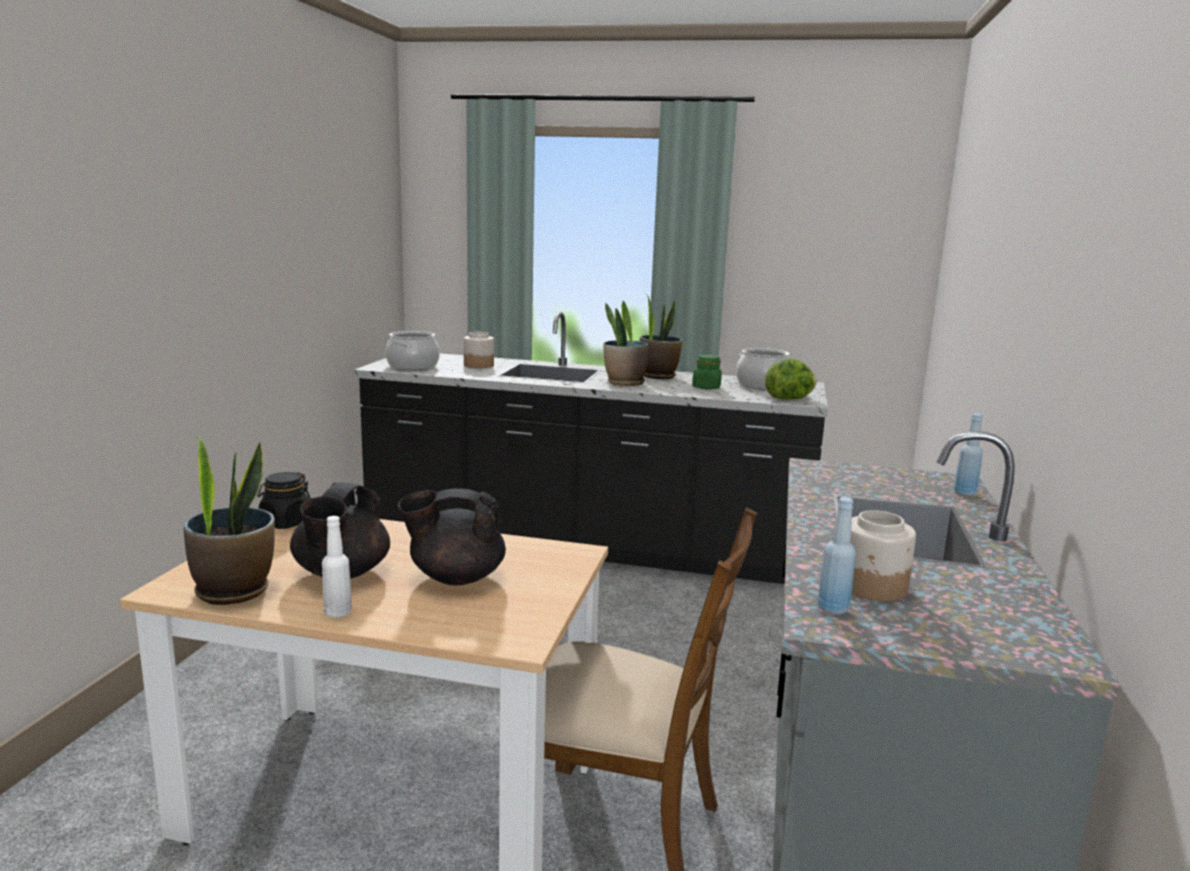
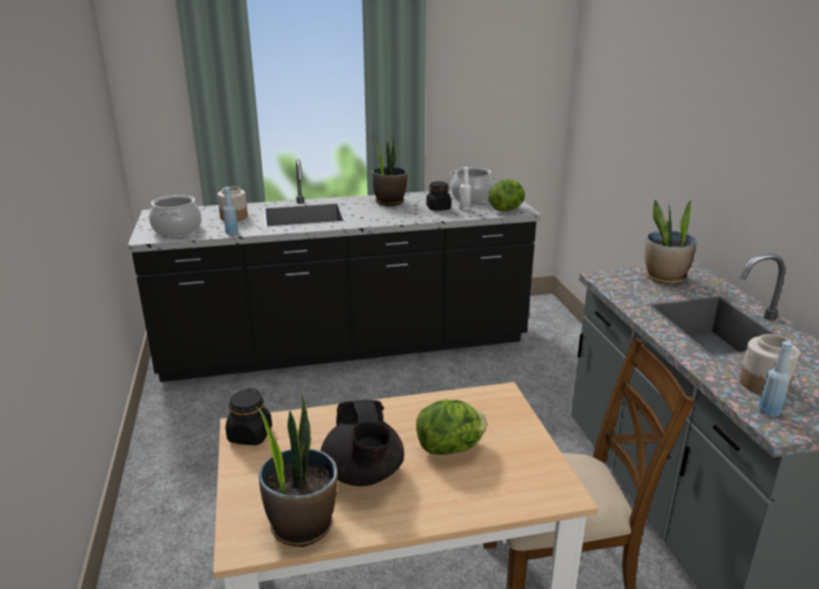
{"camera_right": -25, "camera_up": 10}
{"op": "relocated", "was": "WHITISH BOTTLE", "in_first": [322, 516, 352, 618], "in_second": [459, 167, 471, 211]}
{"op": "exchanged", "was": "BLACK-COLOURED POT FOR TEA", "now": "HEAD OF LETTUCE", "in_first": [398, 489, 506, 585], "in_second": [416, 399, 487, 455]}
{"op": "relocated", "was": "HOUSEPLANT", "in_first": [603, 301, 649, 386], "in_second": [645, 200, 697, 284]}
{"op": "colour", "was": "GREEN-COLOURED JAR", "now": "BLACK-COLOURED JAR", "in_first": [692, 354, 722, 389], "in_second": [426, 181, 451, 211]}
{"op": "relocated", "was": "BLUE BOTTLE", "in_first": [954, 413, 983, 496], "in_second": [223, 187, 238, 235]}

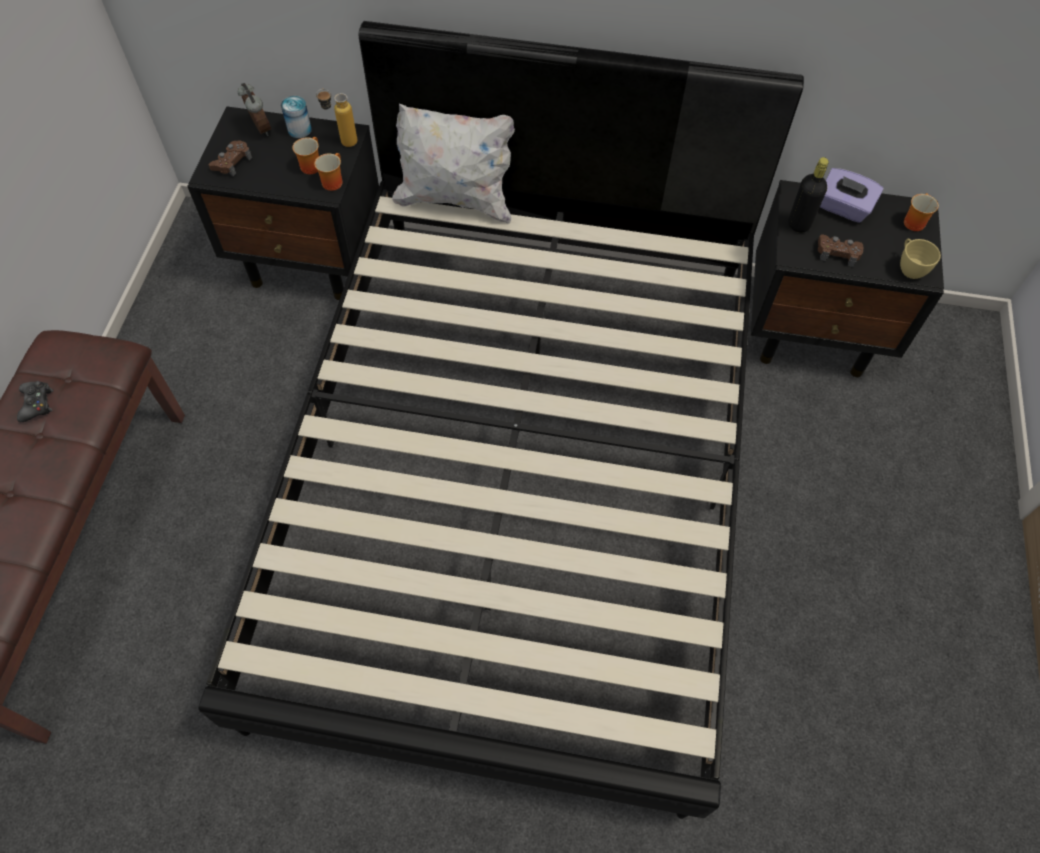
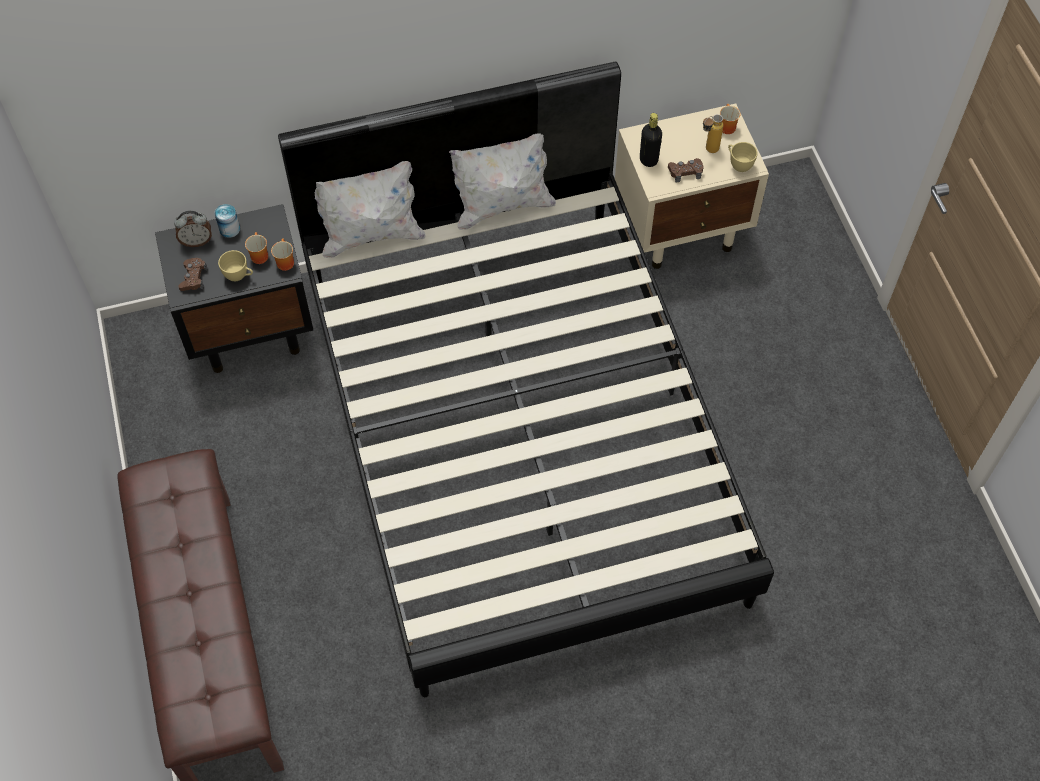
{"camera_right": -25, "camera_up": 0}
{"op": "missing", "was": "BLACK-COLOURED JOYPAD", "in_first": [17, 381, 53, 422]}
{"op": "spun", "was": "BEDSIDE CLOCK", "in_first": [238, 83, 271, 136], "in_second": [174, 211, 212, 247], "clockwise": 135}
{"op": "relocated", "was": "BOTTLE", "in_first": [316, 89, 357, 147], "in_second": [703, 114, 724, 153]}
{"op": "colour", "was": "BLACK-COLOURED BEDSIDE TABLE", "now": "SAND-COLOURED BEDSIDE TABLE", "in_first": [751, 180, 944, 377], "in_second": [615, 104, 769, 269]}
{"op": "missing", "was": "PURPLE-COLOURED TISSUE BOX", "in_first": [820, 168, 884, 223]}
{"op": "appeared", "now": "YELLOW SMALL CUP", "in_second": [218, 250, 253, 281]}
{"op": "appeared", "now": "WHITISH THROW PILLOW", "in_second": [449, 133, 556, 230]}

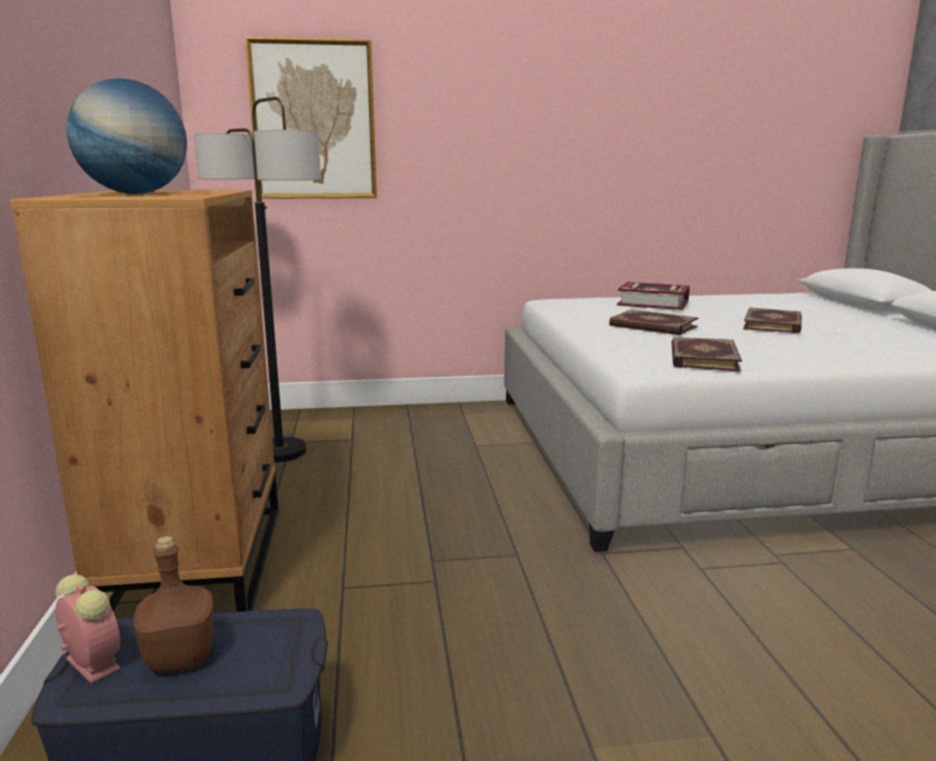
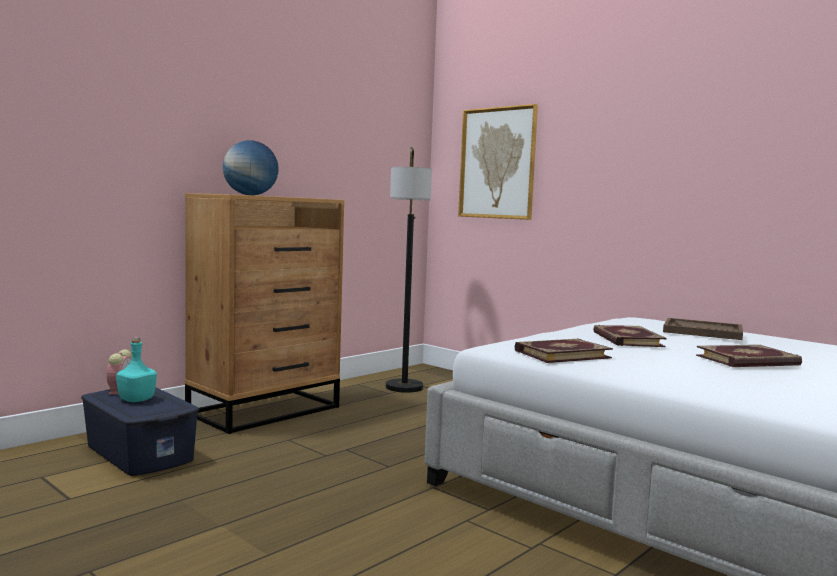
{"camera_right": 50, "camera_up": -10}
{"op": "colour", "was": "BROWNISH BOTTLE", "now": "BLUE-GREEN BOTTLE", "in_first": [133, 536, 214, 673], "in_second": [116, 337, 157, 402]}
{"op": "exchanged", "was": "VOLUME", "now": "BROWNISH SERVING TRAY", "in_first": [617, 282, 690, 310], "in_second": [663, 318, 743, 340]}

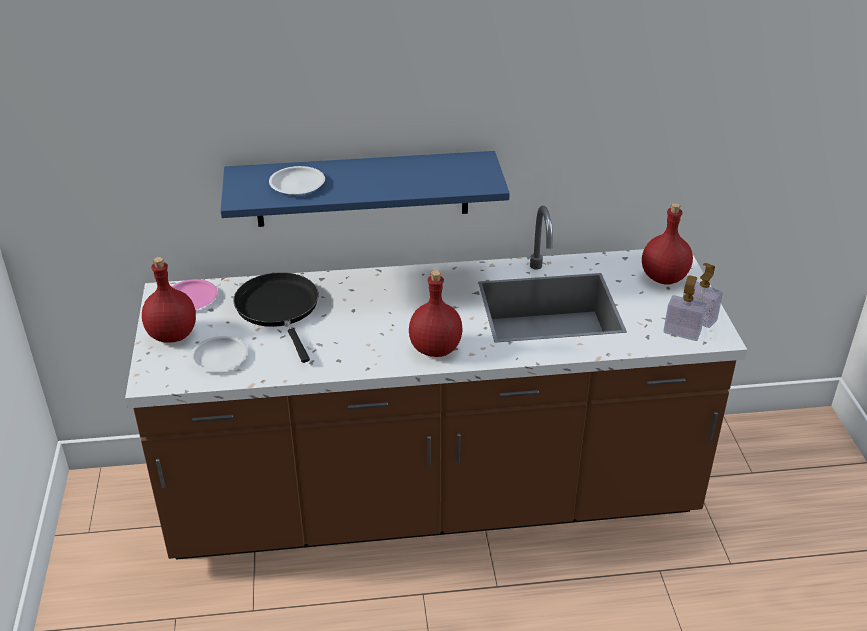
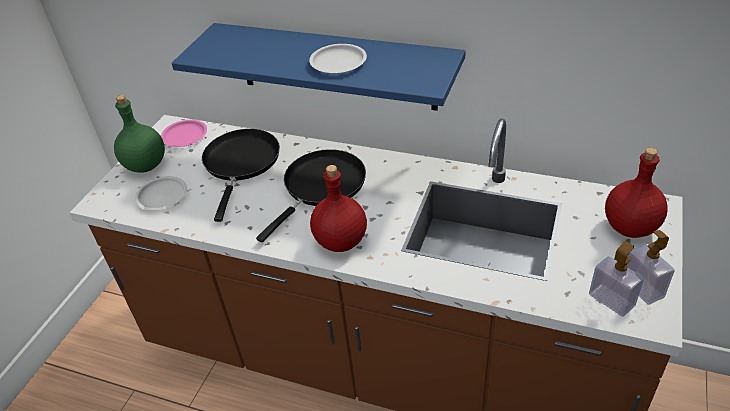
{"camera_right": 30, "camera_up": 5}
{"op": "colour", "was": "REDDISH BOTTLE", "now": "GREEN-COLOURED BOTTLE", "in_first": [142, 257, 196, 343], "in_second": [114, 95, 165, 173]}
{"op": "relocated", "was": "WHITISH DINNER PLATE", "in_first": [269, 166, 325, 195], "in_second": [309, 44, 367, 74]}
{"op": "appeared", "now": "BLACK-COLOURED FRYING PAN", "in_second": [256, 149, 366, 242]}

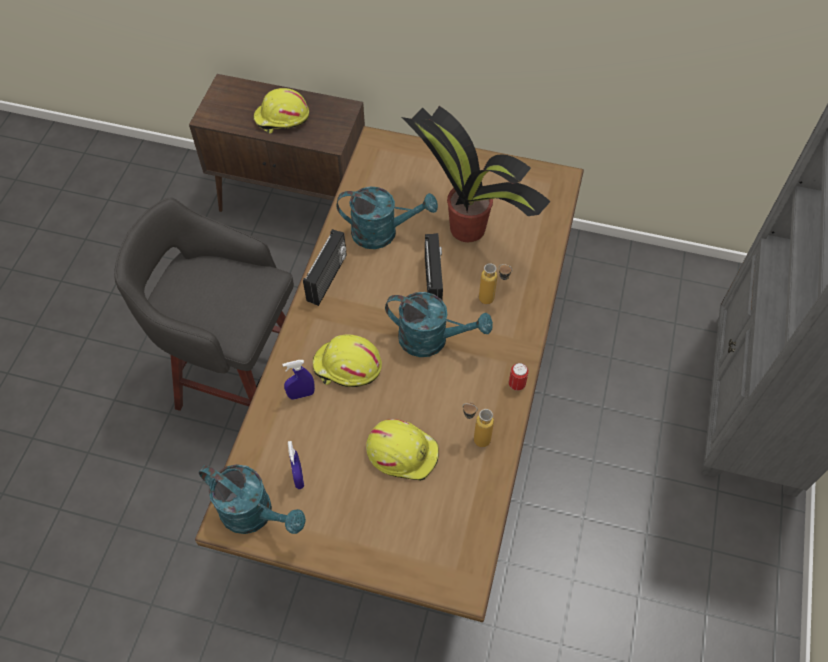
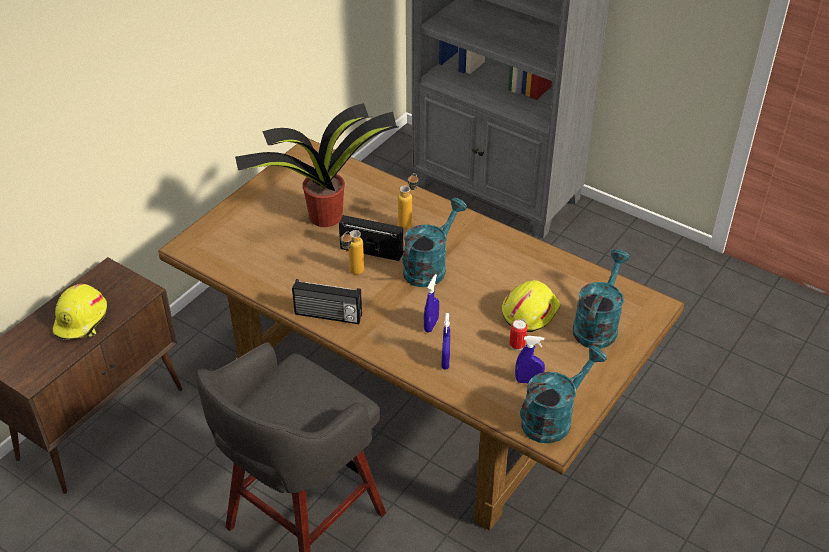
{"camera_right": -70, "camera_up": -15}
{"op": "spun", "was": "RADIO", "in_first": [303, 229, 347, 306], "in_second": [292, 279, 362, 324], "clockwise": 150}
{"op": "exchanged", "was": "YELLOW SAFETY HELMET", "now": "BLUE SPRAY BOTTLE", "in_first": [313, 334, 382, 387], "in_second": [424, 274, 439, 333]}
{"op": "relocated", "was": "BLUE-GREEN WATERING POT", "in_first": [337, 186, 438, 249], "in_second": [573, 249, 630, 349]}
{"op": "relocated", "was": "BOTTLE", "in_first": [463, 402, 494, 447], "in_second": [340, 230, 364, 275]}
{"op": "relocated", "was": "SEALED CAN", "in_first": [509, 363, 529, 391], "in_second": [510, 319, 528, 350]}

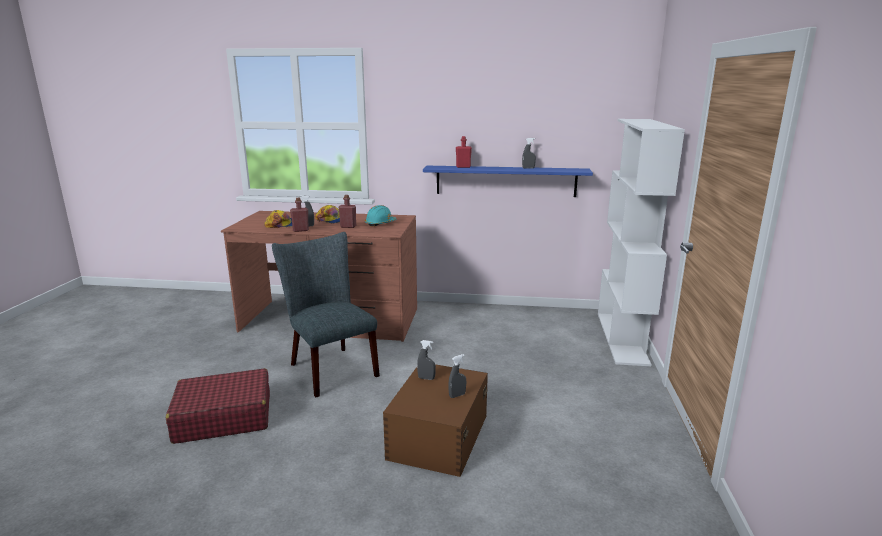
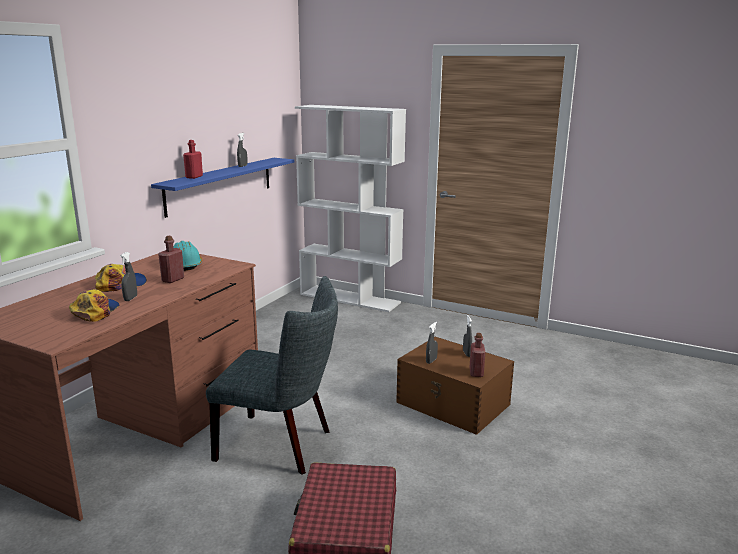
{"camera_right": -70, "camera_up": 0}
{"op": "spun", "was": "GREY CHAIR", "in_first": [272, 232, 380, 397], "in_second": [206, 276, 338, 475], "clockwise": -150}
{"op": "relocated", "was": "REDDISH BOTTLE", "in_first": [290, 198, 309, 232], "in_second": [469, 333, 485, 377]}

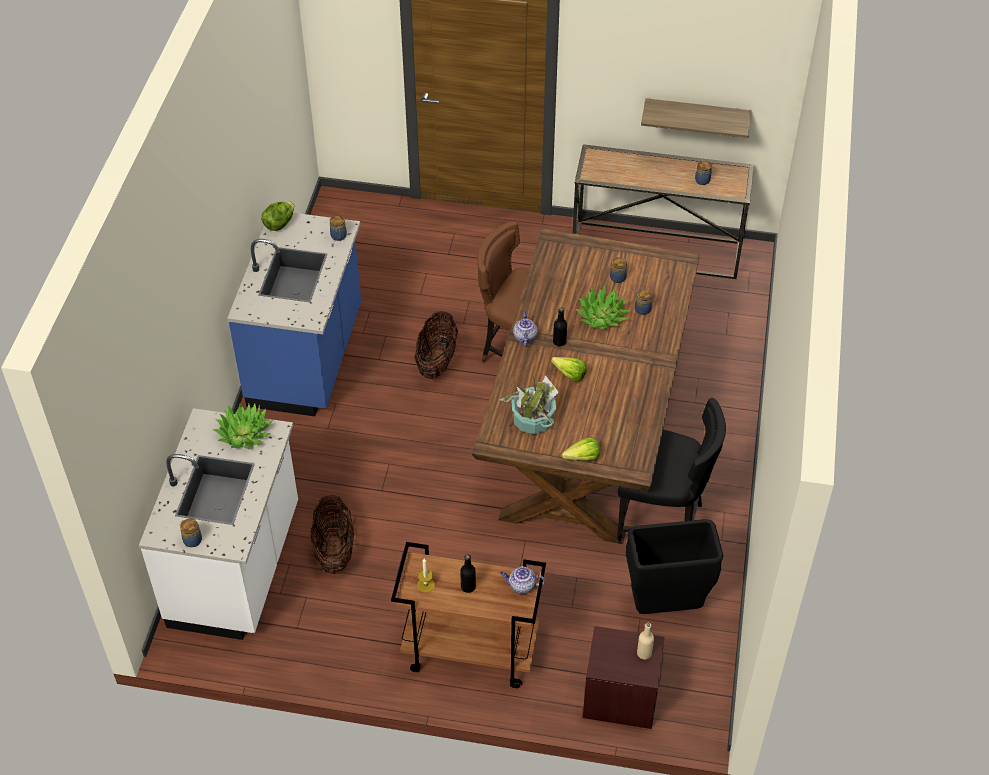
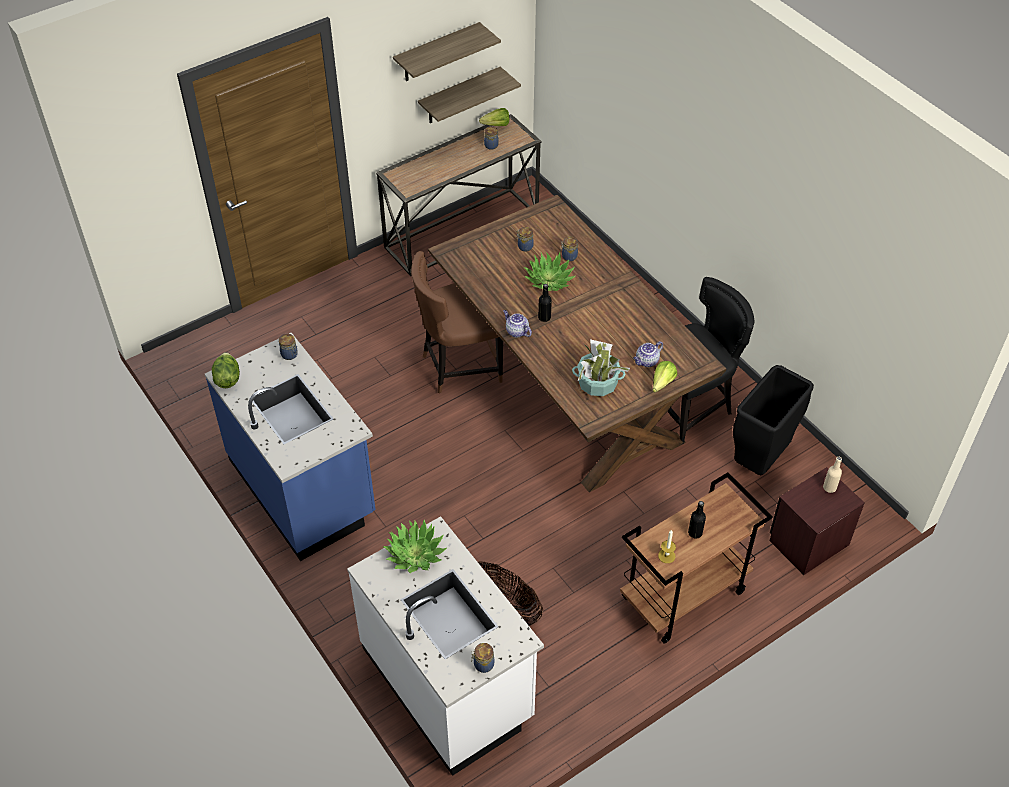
{"camera_right": -45, "camera_up": 0}
{"op": "missing", "was": "STORAGE BASKET", "in_first": [414, 311, 458, 379]}
{"op": "relocated", "was": "POT FOR TEA", "in_first": [500, 567, 545, 594], "in_second": [633, 341, 663, 367]}
{"op": "relocated", "was": "HEAD OF LETTUCE", "in_first": [551, 357, 587, 382], "in_second": [479, 108, 509, 126]}
{"op": "appeared", "now": "BRACKET SHELF", "in_second": [393, 22, 501, 81]}

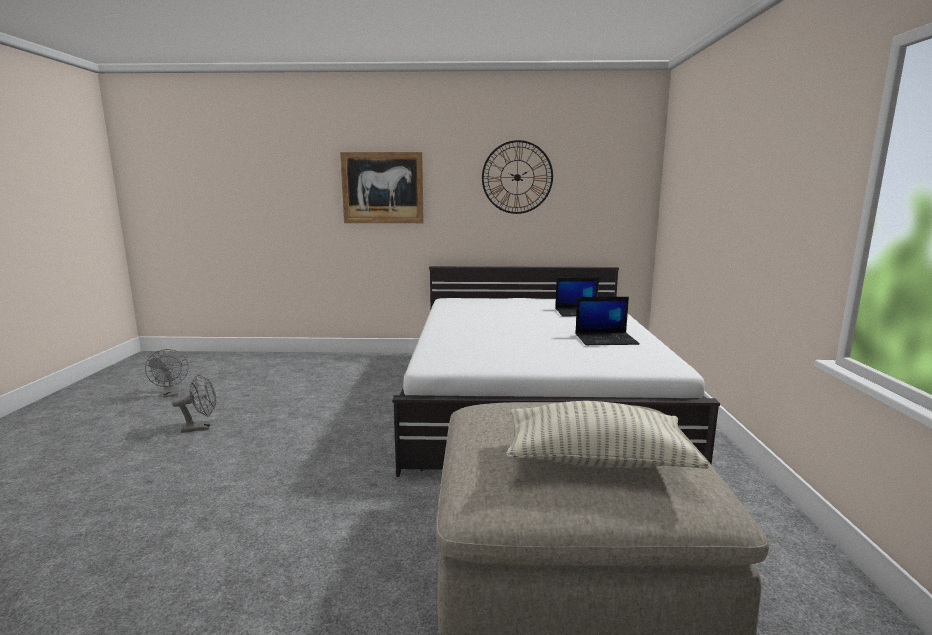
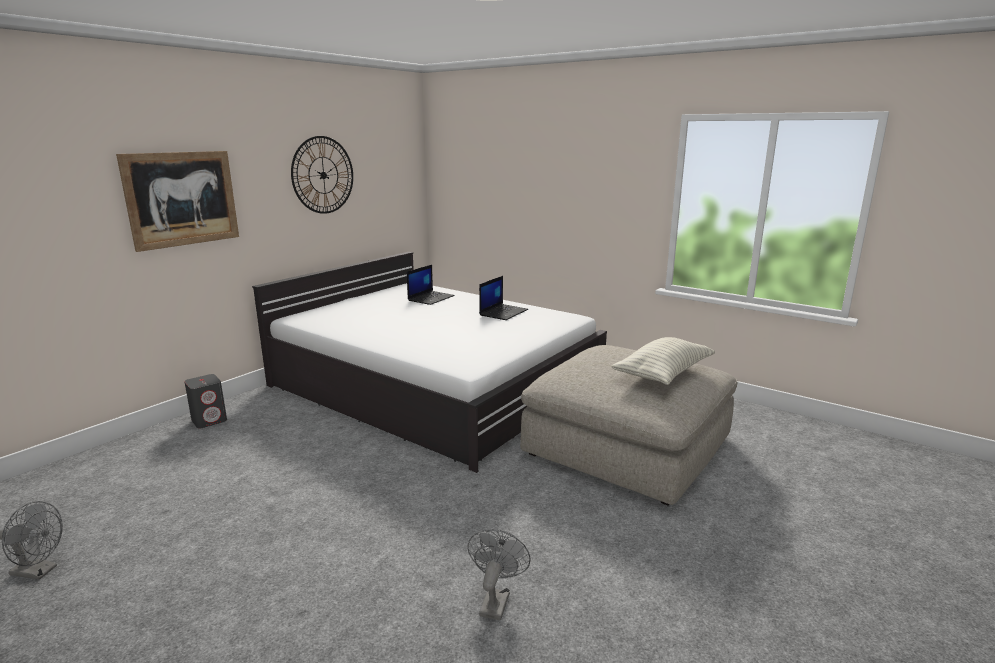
{"camera_right": -55, "camera_up": 5}
{"op": "relocated", "was": "GREY COOLING FAN", "in_first": [171, 374, 216, 433], "in_second": [468, 529, 531, 620]}
{"op": "appeared", "now": "GREY AUDIO SPEAKER", "in_second": [184, 374, 227, 429]}

